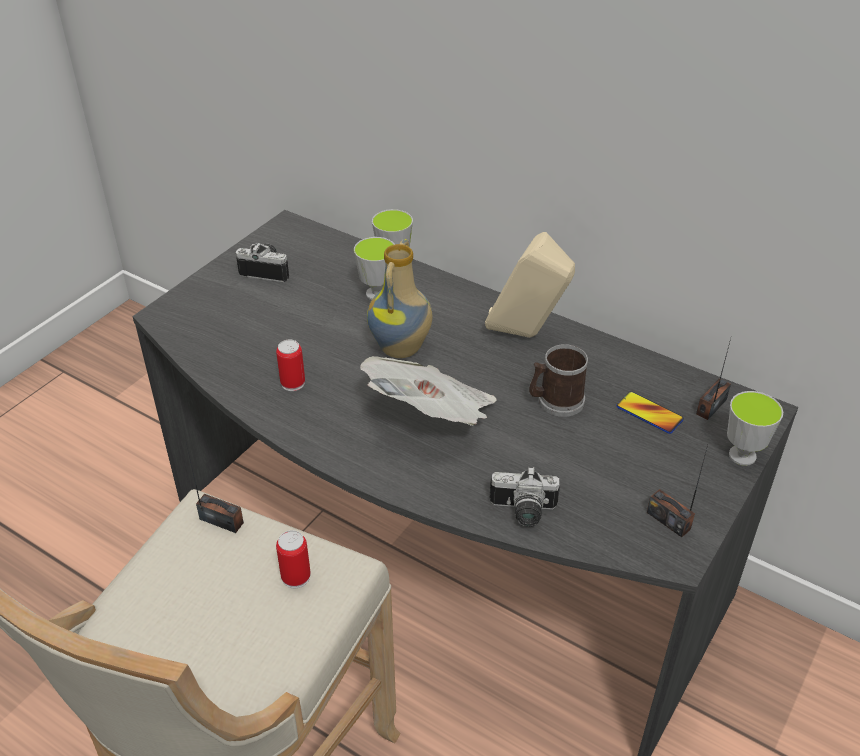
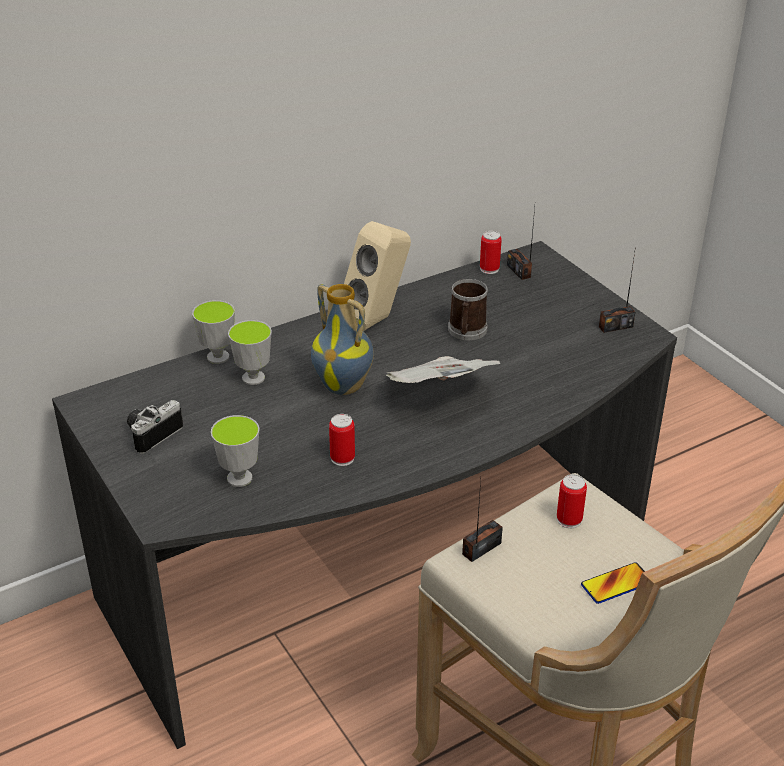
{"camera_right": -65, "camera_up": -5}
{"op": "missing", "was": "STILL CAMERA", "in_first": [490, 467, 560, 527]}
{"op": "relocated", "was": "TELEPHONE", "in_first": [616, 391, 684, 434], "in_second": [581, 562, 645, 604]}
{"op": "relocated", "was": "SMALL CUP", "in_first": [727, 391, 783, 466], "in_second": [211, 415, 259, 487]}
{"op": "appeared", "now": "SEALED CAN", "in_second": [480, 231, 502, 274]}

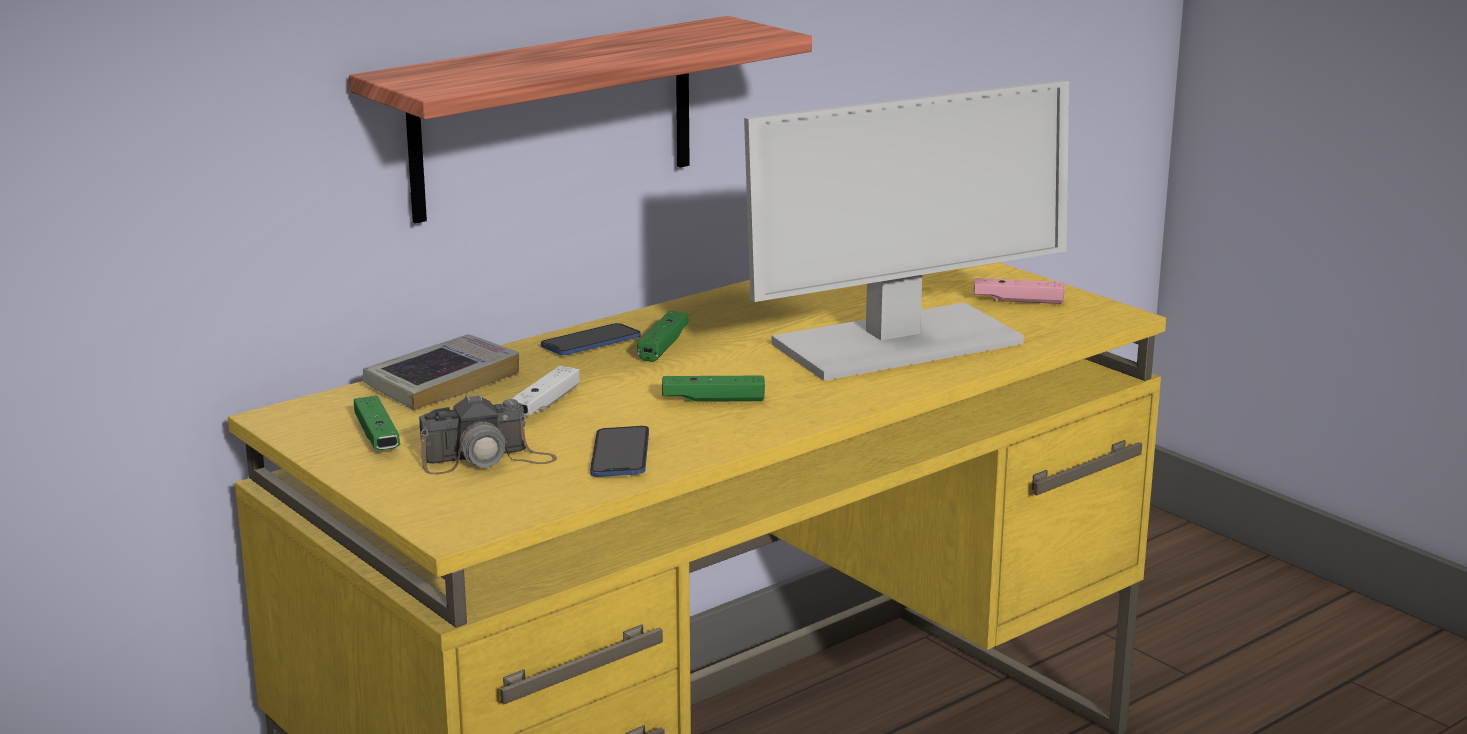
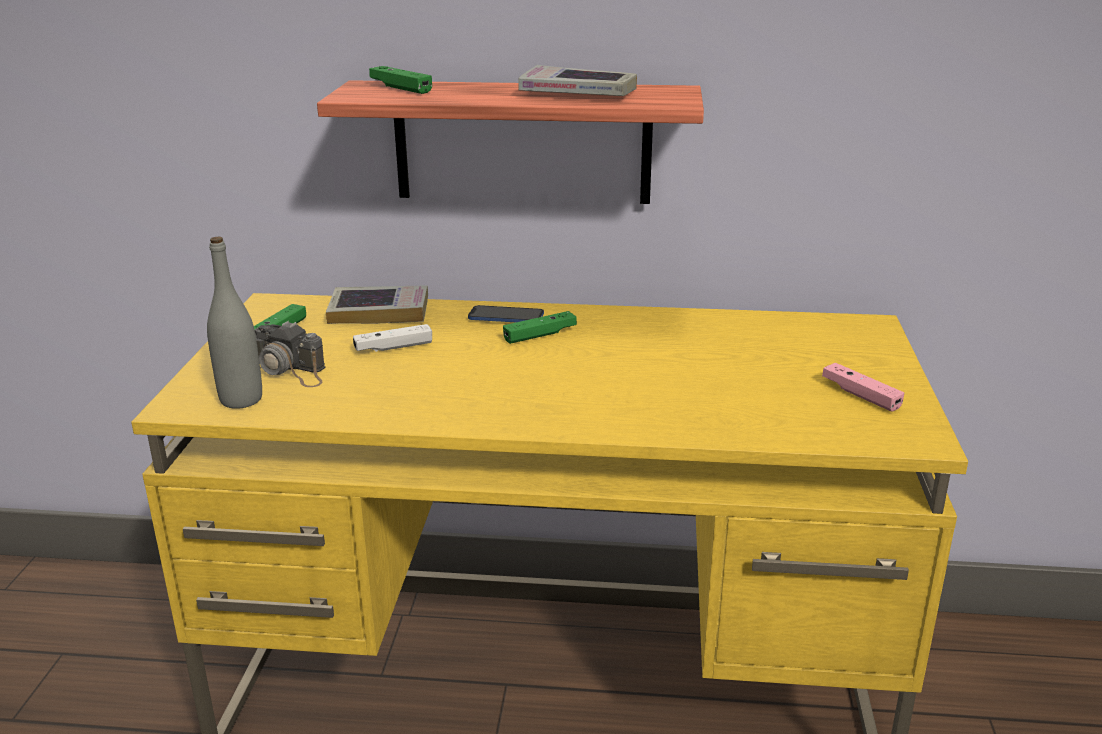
{"camera_right": 45, "camera_up": 5}
{"op": "missing", "was": "TELEPHONE", "in_first": [590, 426, 649, 477]}
{"op": "relocated", "was": "GREEN-COLOURED JOYPAD", "in_first": [662, 376, 765, 402], "in_second": [369, 66, 432, 94]}
{"op": "missing", "was": "COMPUTER SCREEN", "in_first": [744, 80, 1069, 381]}
{"op": "appeared", "now": "GREY BOTTLE", "in_second": [207, 237, 262, 409]}
{"op": "appeared", "now": "VOLUME", "in_second": [518, 65, 637, 96]}

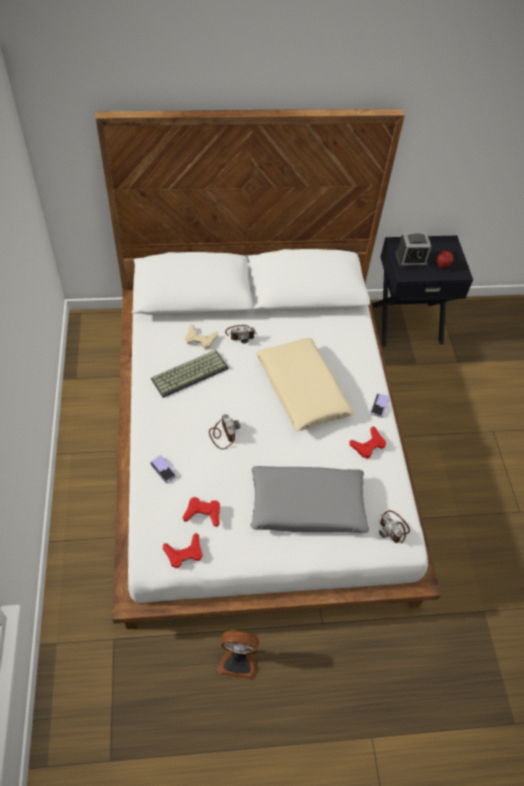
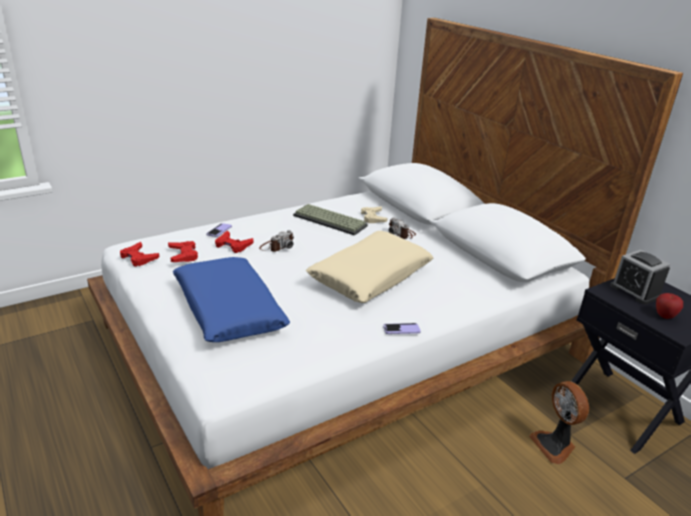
{"camera_right": 65, "camera_up": -25}
{"op": "relocated", "was": "COOLING FAN", "in_first": [218, 630, 259, 679], "in_second": [529, 381, 589, 464]}
{"op": "colour", "was": "GREY THROW PILLOW", "now": "BLUE THROW PILLOW", "in_first": [250, 466, 369, 533], "in_second": [173, 257, 290, 342]}
{"op": "relocated", "was": "REDDISH JOYPAD", "in_first": [349, 426, 386, 459], "in_second": [215, 231, 253, 253]}
{"op": "missing", "was": "STILL CAMERA", "in_first": [379, 510, 410, 544]}

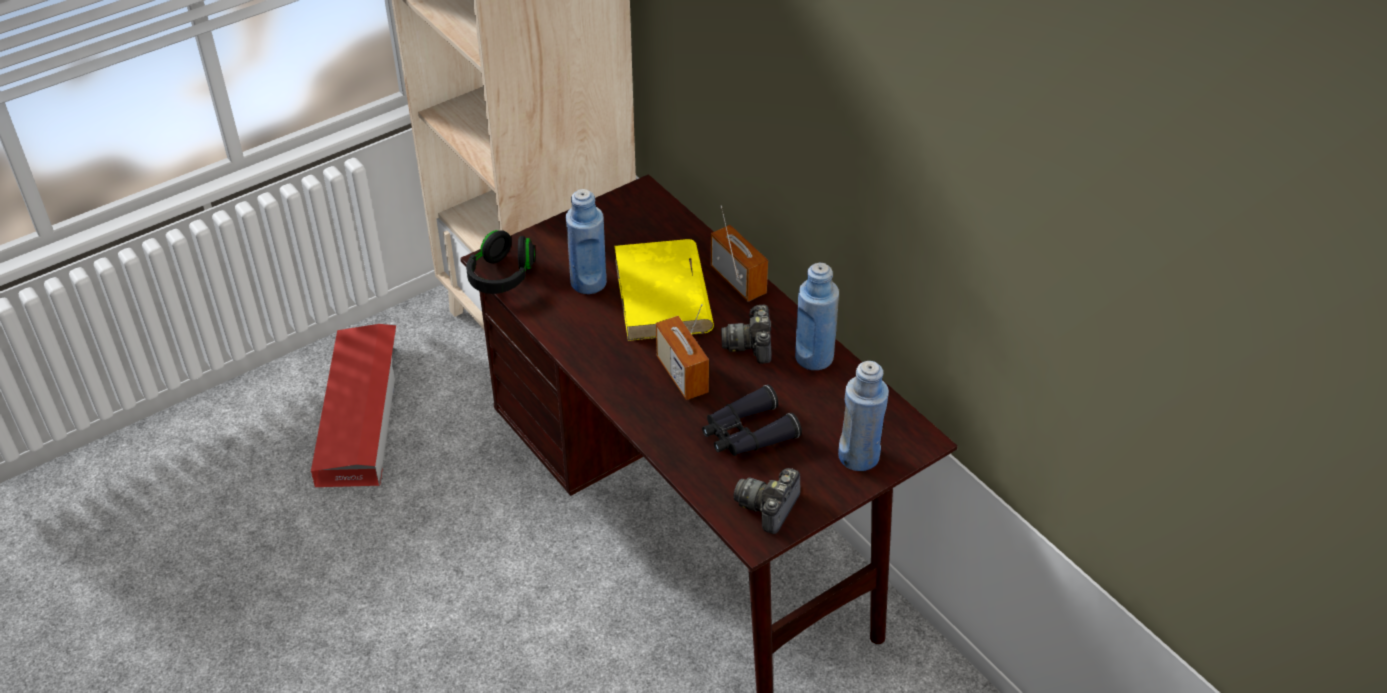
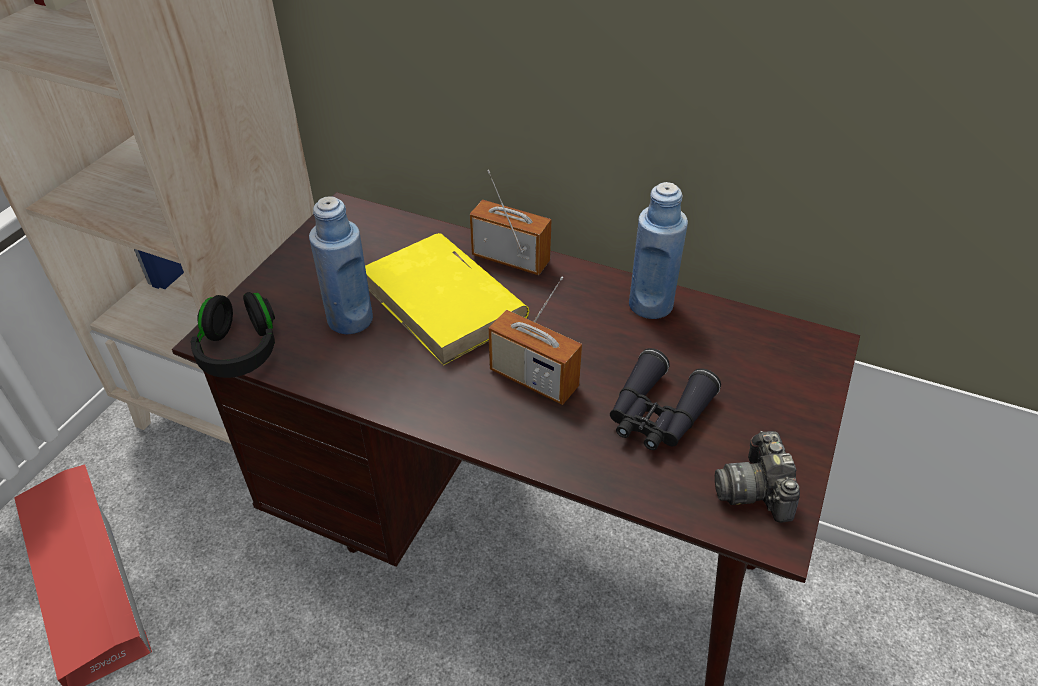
{"camera_right": -30, "camera_up": 0}
{"op": "missing", "was": "STILL CAMERA", "in_first": [721, 305, 772, 364]}
{"op": "missing", "was": "BLUE BOTTLE", "in_first": [838, 361, 889, 471]}

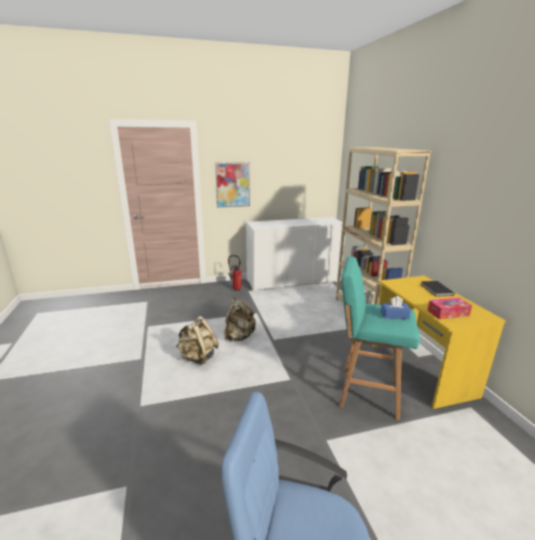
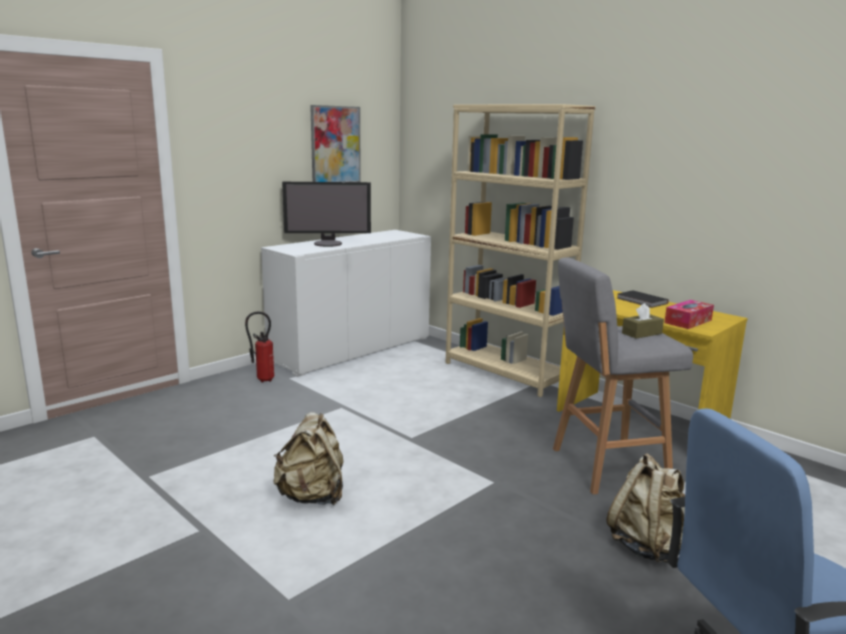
{"camera_right": -30, "camera_up": -5}
{"op": "relocated", "was": "PICTURE", "in_first": [215, 162, 250, 208], "in_second": [310, 105, 361, 182]}
{"op": "relocated", "was": "SAND-COLOURED RUCKSACK", "in_first": [224, 297, 256, 342], "in_second": [606, 453, 685, 563]}
{"op": "colour", "was": "BLUE-GREEN STOOL", "now": "GREY STOOL", "in_first": [339, 256, 420, 420], "in_second": [553, 257, 693, 495]}
{"op": "colour", "was": "BLUE TISSUE BOX", "now": "BROWNISH TISSUE BOX", "in_first": [381, 296, 411, 319], "in_second": [622, 303, 664, 339]}
{"op": "appeared", "now": "COMPUTER SCREEN", "in_second": [282, 182, 371, 247]}

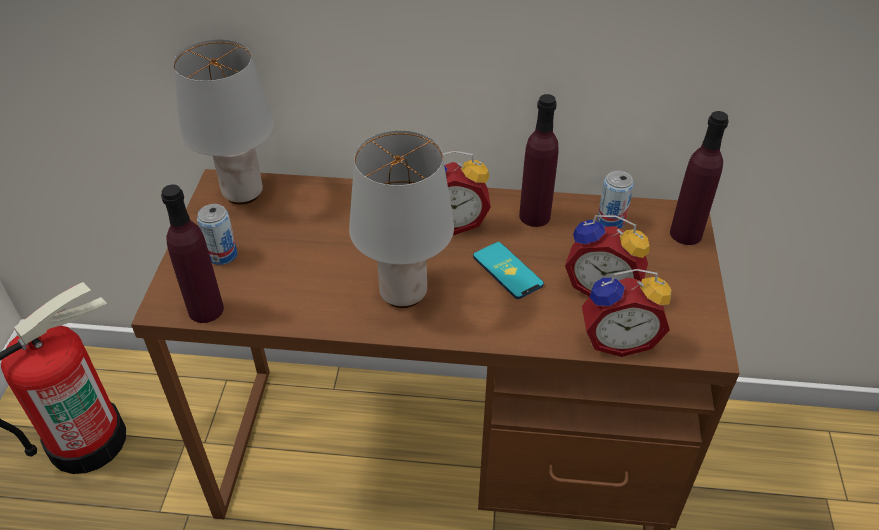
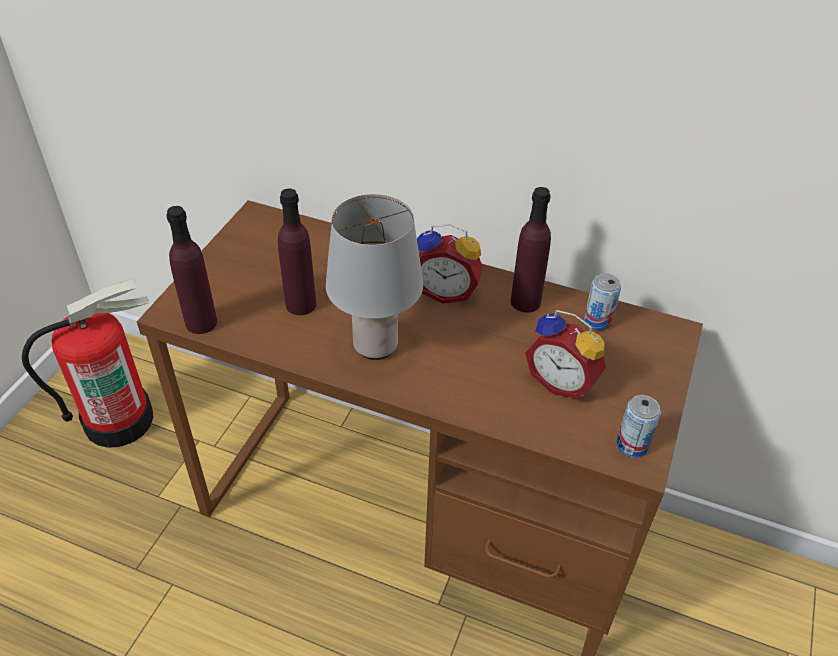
{"camera_right": 15, "camera_up": 0}
{"op": "missing", "was": "GREY TABLE LAMP", "in_first": [173, 40, 274, 205]}
{"op": "relocated", "was": "SEALED CAN", "in_first": [197, 204, 237, 265], "in_second": [616, 395, 661, 458]}
{"op": "missing", "was": "TELEPHONE", "in_first": [473, 242, 544, 299]}
{"op": "missing", "was": "BEDSIDE CLOCK", "in_first": [582, 269, 671, 357]}
{"op": "relocated", "was": "PURPLE-COLOURED BOTTLE", "in_first": [670, 111, 729, 245], "in_second": [278, 188, 316, 315]}

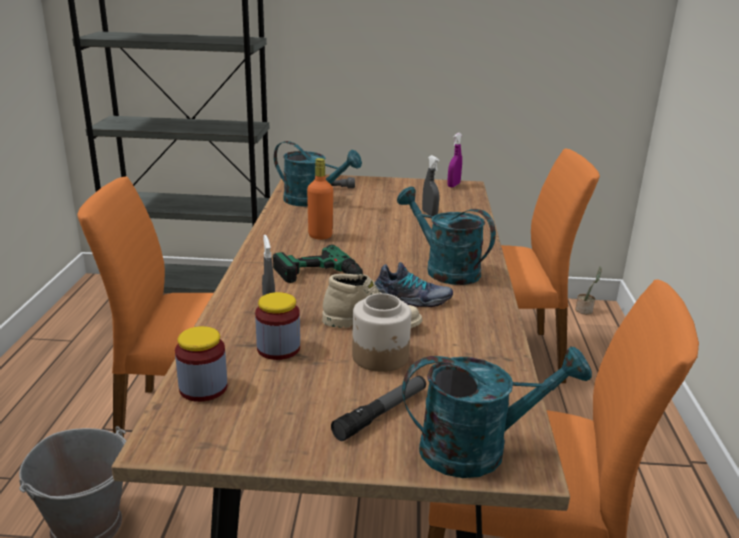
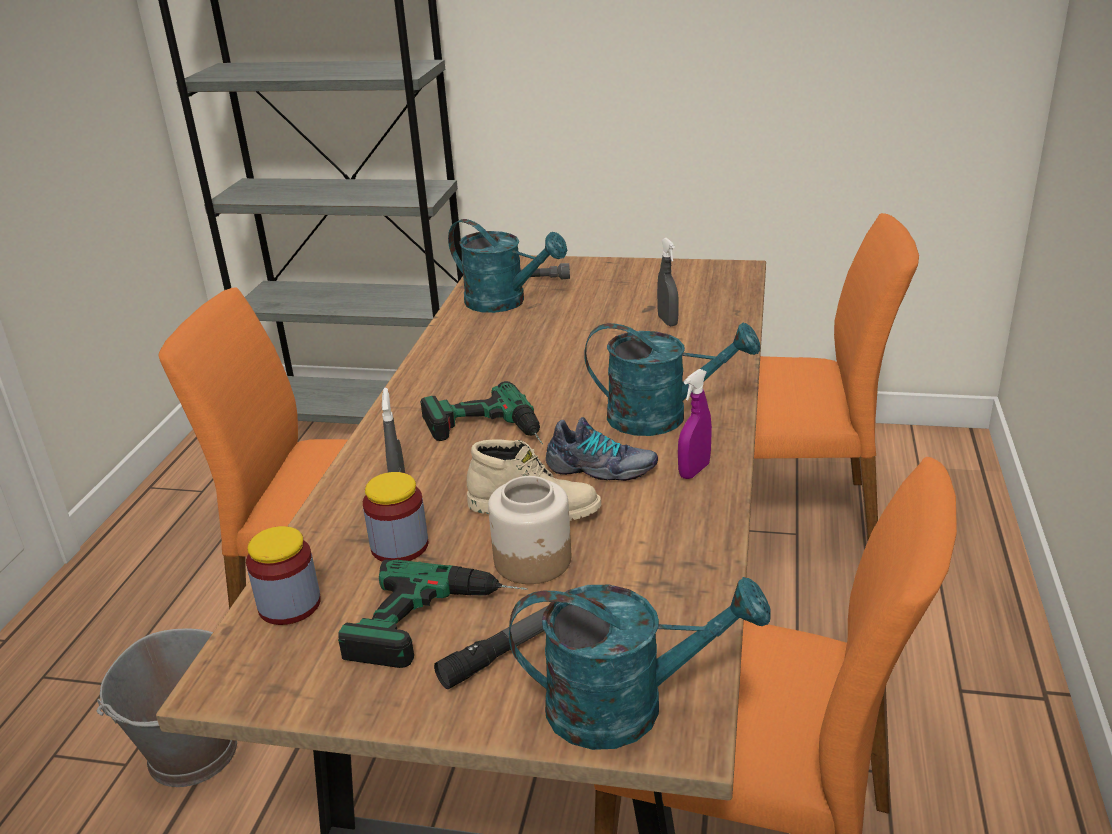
{"camera_right": 10, "camera_up": 5}
{"op": "missing", "was": "ORANGE-COLOURED BOTTLE", "in_first": [307, 158, 333, 239]}
{"op": "spun", "was": "BLUE-GREEN WATERING POT", "in_first": [397, 187, 496, 285], "in_second": [584, 323, 760, 436], "clockwise": 135}
{"op": "relocated", "was": "PURPLE-COLOURED SPRAY BOTTLE", "in_first": [447, 133, 462, 187], "in_second": [678, 369, 712, 479]}
{"op": "missing", "was": "HOUSEPLANT", "in_first": [575, 267, 602, 315]}
{"op": "appeared", "now": "POWER DRILL", "in_second": [338, 559, 528, 668]}

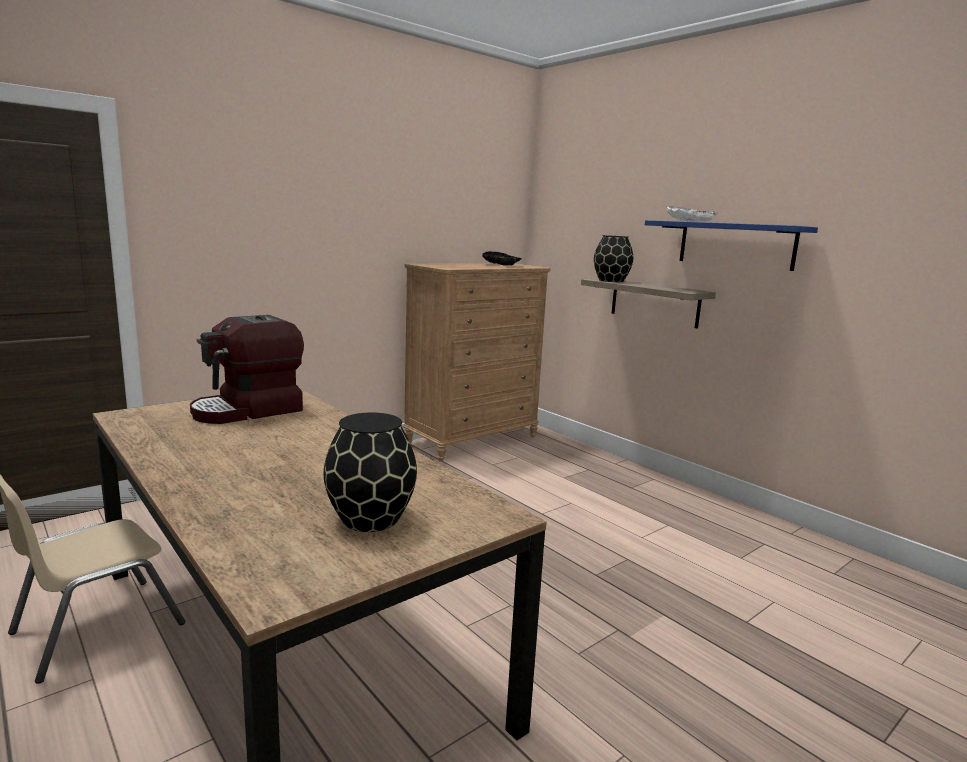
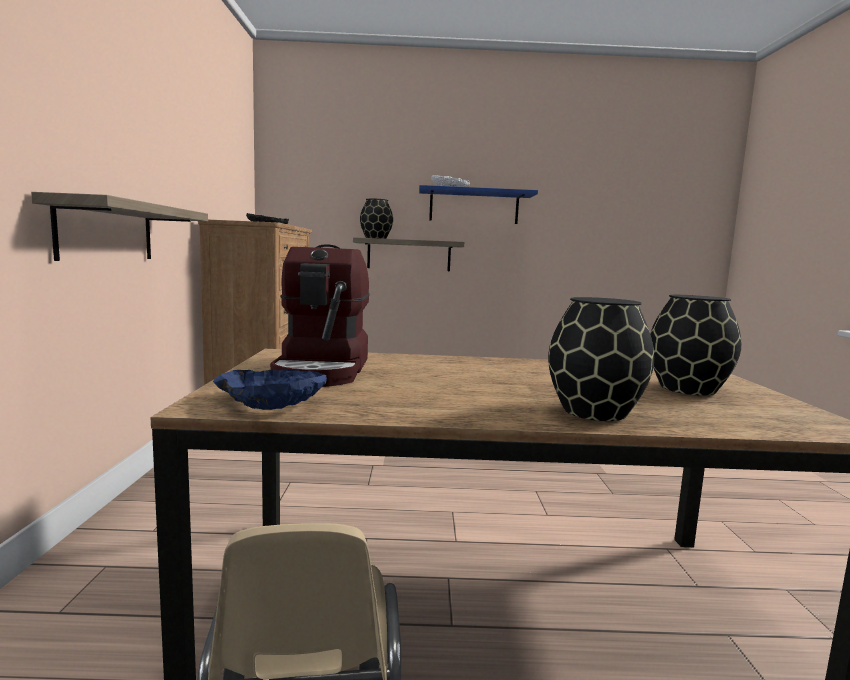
{"camera_right": -50, "camera_up": -5}
{"op": "appeared", "now": "BRACKET SHELF", "in_second": [31, 192, 208, 261]}
{"op": "appeared", "now": "BLUE DEEP DISH", "in_second": [213, 369, 327, 410]}
{"op": "appeared", "now": "BLACK-COLOURED DECORATIVE VASE", "in_second": [548, 297, 654, 421]}

